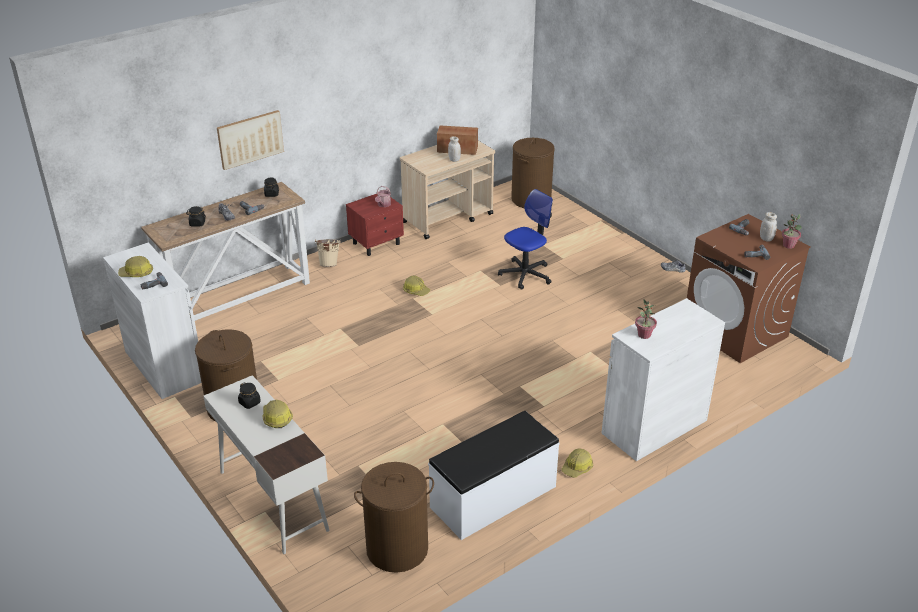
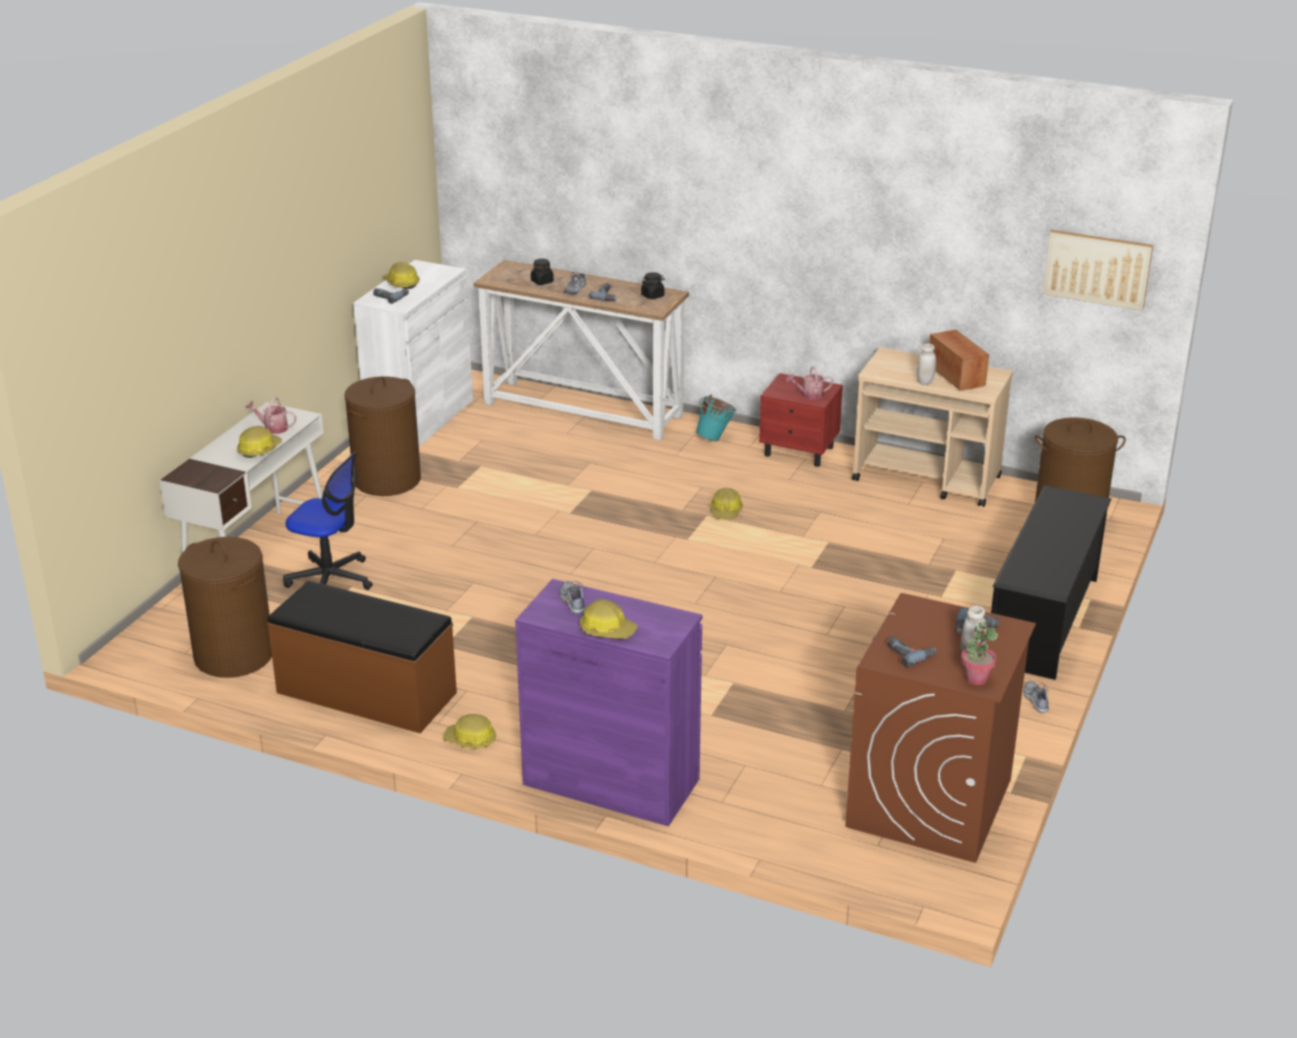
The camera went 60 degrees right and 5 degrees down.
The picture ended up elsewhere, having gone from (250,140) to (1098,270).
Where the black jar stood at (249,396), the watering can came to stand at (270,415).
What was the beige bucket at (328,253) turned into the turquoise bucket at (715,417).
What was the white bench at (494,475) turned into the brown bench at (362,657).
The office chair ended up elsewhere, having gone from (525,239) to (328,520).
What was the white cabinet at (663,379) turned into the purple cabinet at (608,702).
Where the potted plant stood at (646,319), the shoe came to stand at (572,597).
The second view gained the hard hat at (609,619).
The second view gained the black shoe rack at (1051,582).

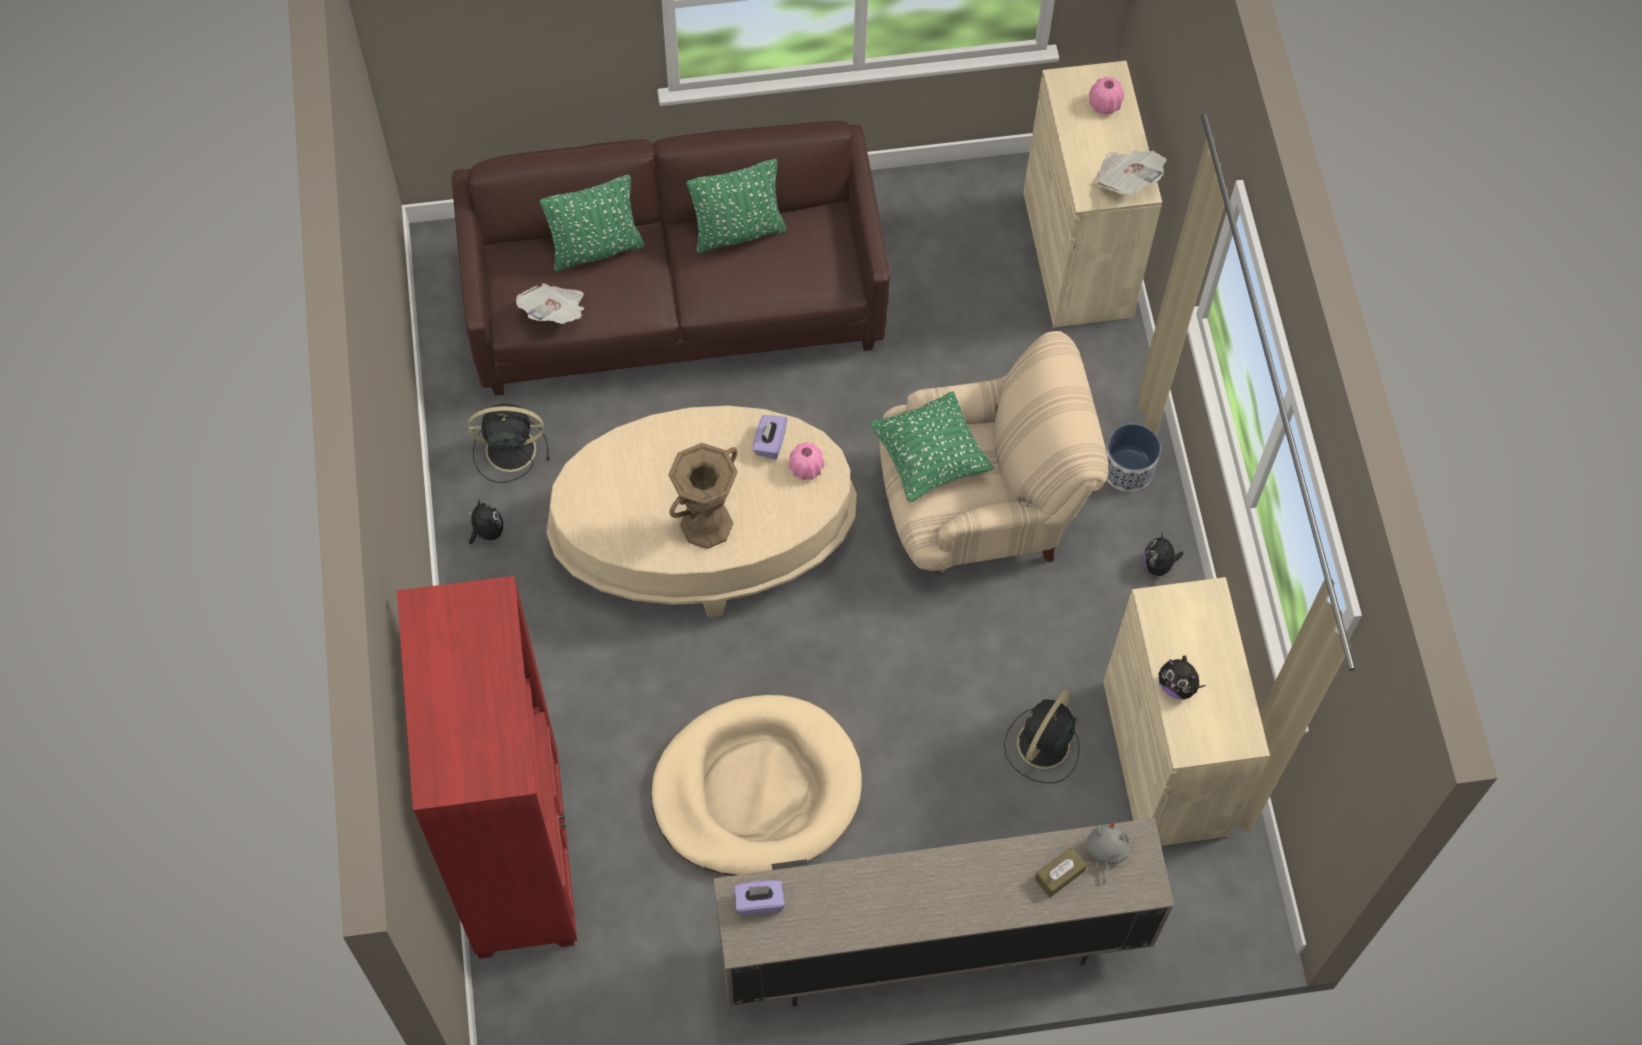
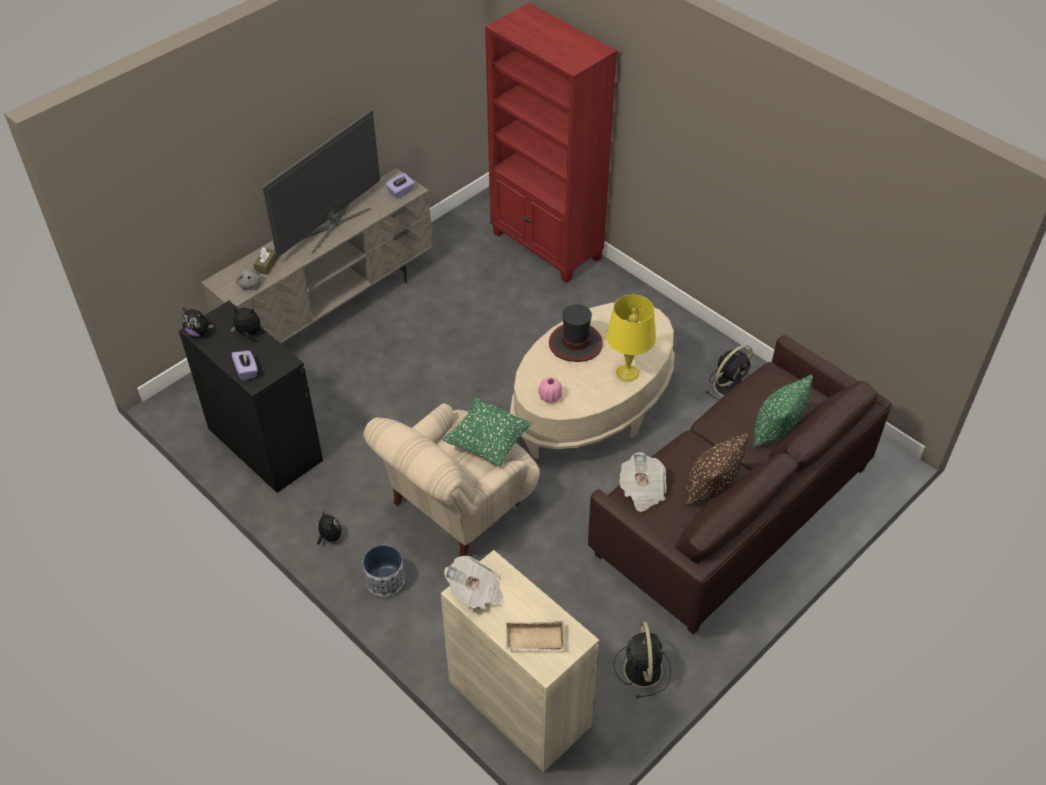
The camera went 145 degrees right and 15 degrees down.
The plush toy ended up elsewhere, having gone from (485,522) to (198,322).
The newspaper ended up elsewhere, having gone from (550,303) to (642,482).
The second view lost the beige dog bed at (756,785).
Where the brown vase stood at (703,496), the hat came to stand at (576,333).
What was the green pillow at (736,206) turned into the brown pillow at (716,469).
The purple tissue box ended up elsewhere, having gone from (770,437) to (245,366).
The black fan ended up elsewhere, having gone from (1042,736) to (642,660).
Where the pink vase stood at (1106,95), the beige tray came to stand at (535,635).
What was the beige cabinet at (1186,711) turned into the black cabinet at (251,397).
The second view gained the television at (321,183).
The second view gained the yellow table lamp at (631,338).

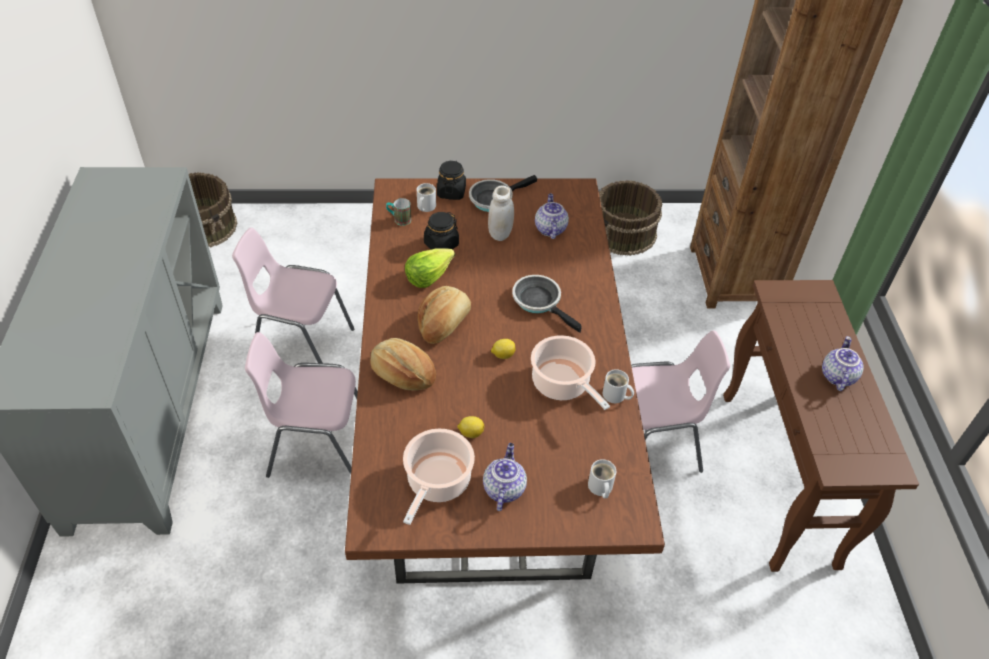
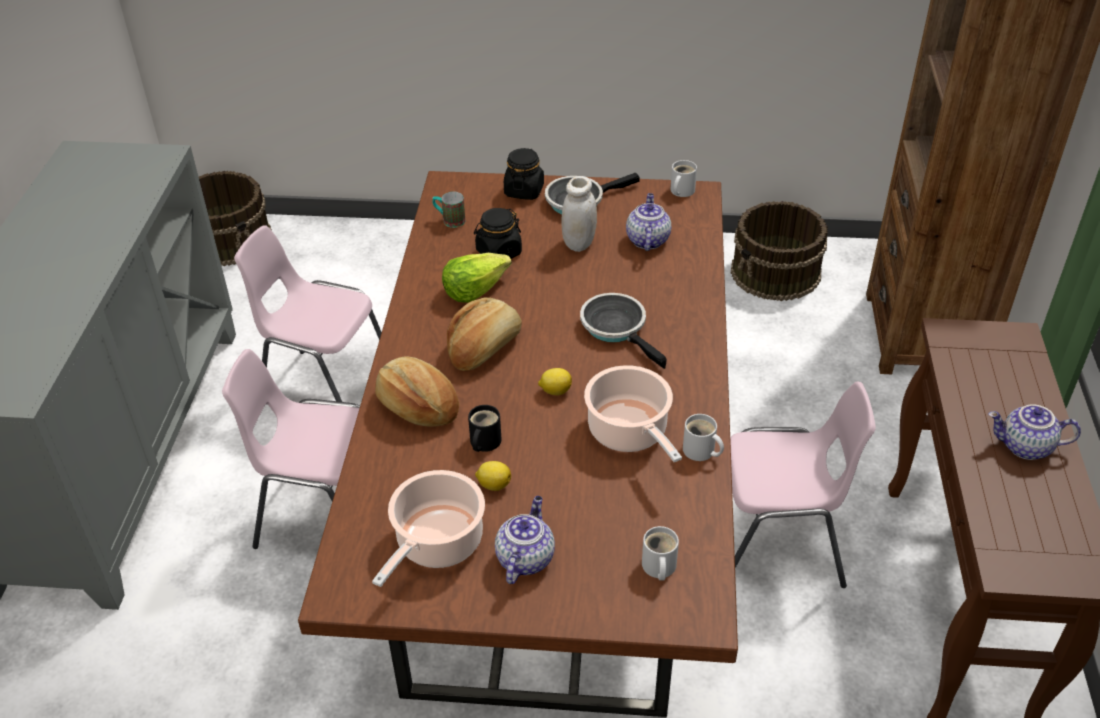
The camera went 10 degrees right and 5 degrees down.
The white mug ended up elsewhere, having gone from (426,197) to (684,178).
The teapot at (843,363) ended up facing another way, 105 degrees counterclockwise from before.
The second view gained the black mug at (484,428).

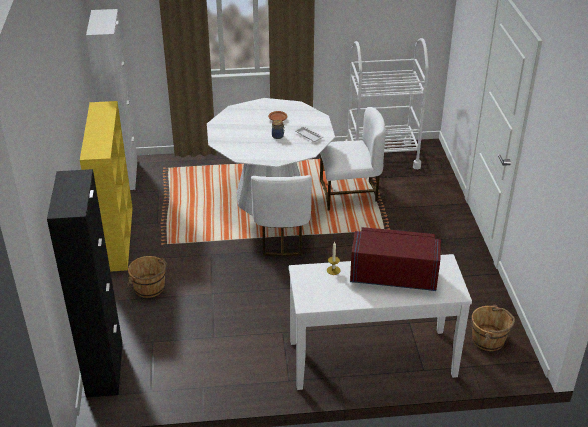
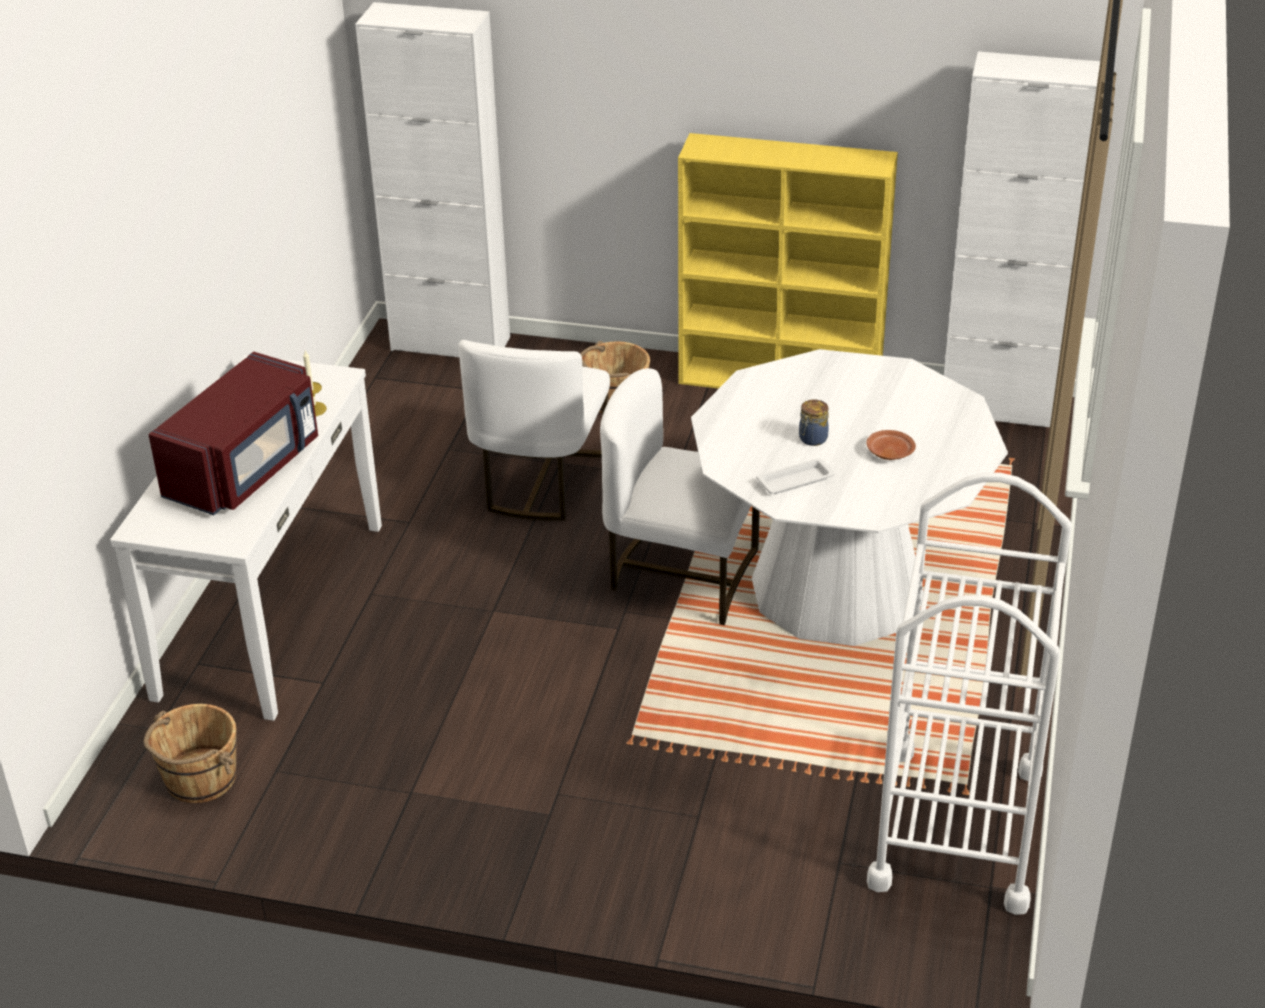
The camera went 110 degrees right and 0 degrees up.
What was the black cabinet at (85,283) turned into the white cabinet at (432,179).
The white chair ended up elsewhere, having gone from (353,158) to (534,430).

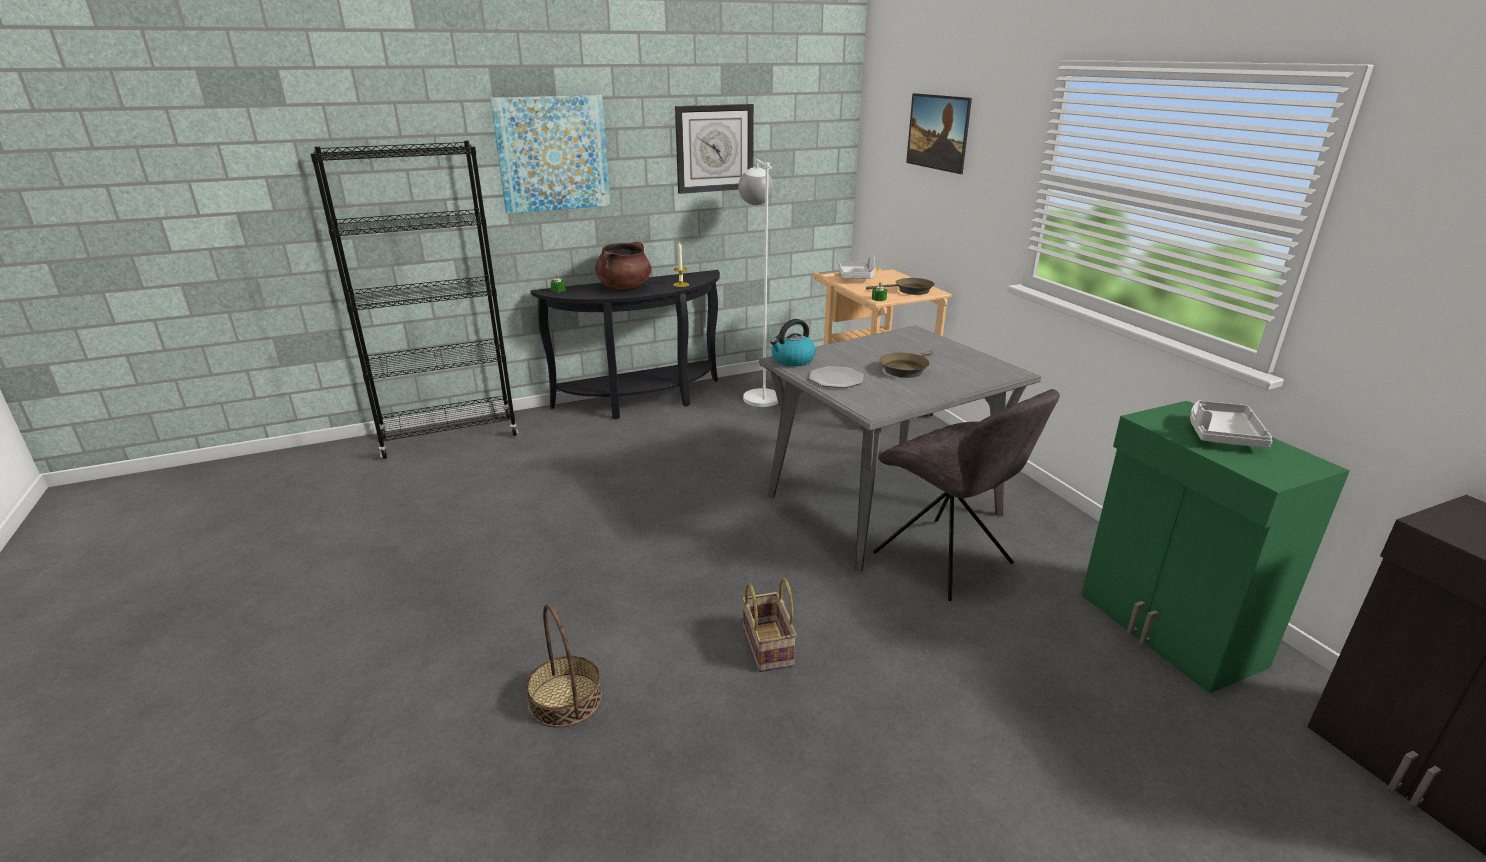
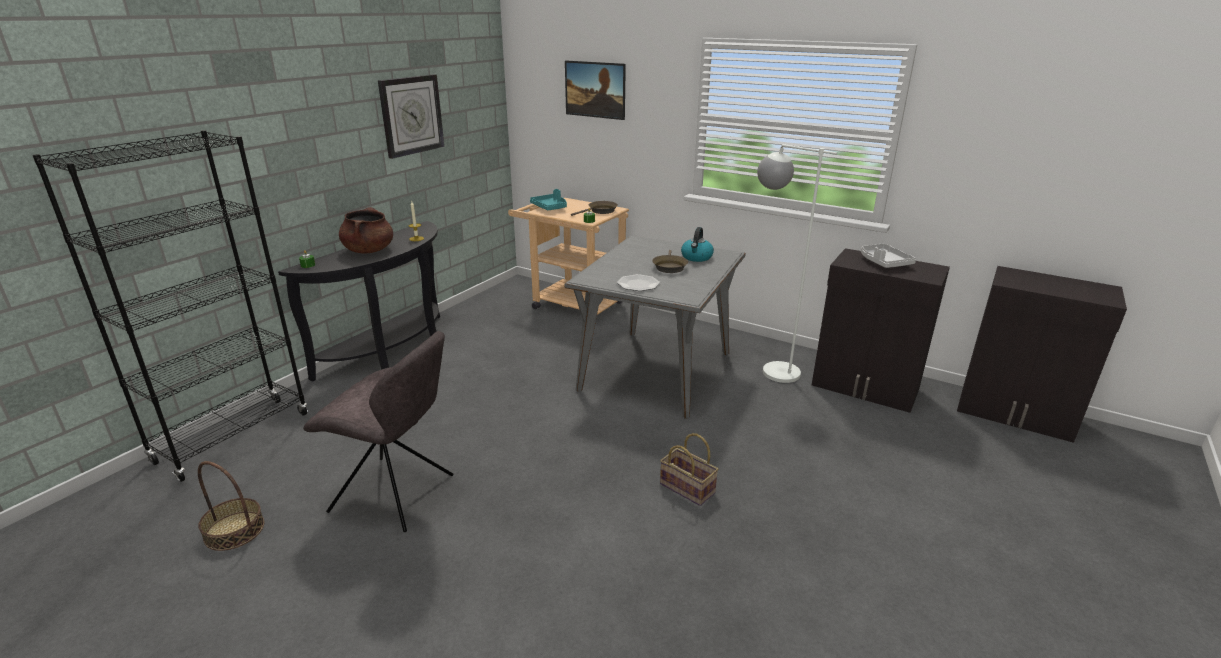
The camera went 35 degrees left and 0 degrees up.
The second view lost the picture at (550,154).
The basket ended up elsewhere, having gone from (564,666) to (231,506).
The white floor lamp ended up elsewhere, having gone from (758,283) to (797,263).
The kettle ended up elsewhere, having gone from (793,342) to (697,244).
What was the grey tray at (856,267) turned into the turquoise tray at (548,199).
The grey chair ended up elsewhere, having gone from (966,495) to (378,431).
What was the green cabinet at (1215,547) turned into the black cabinet at (881,330).

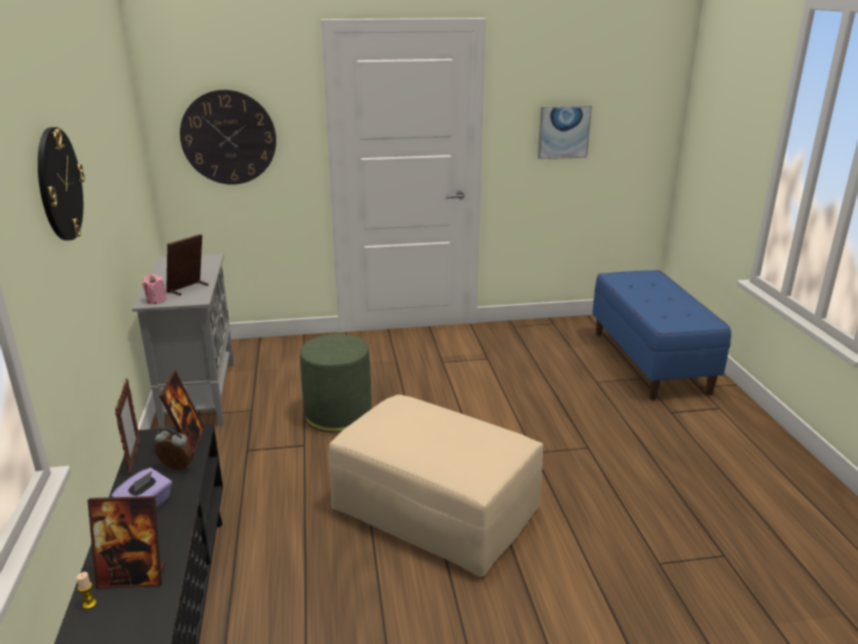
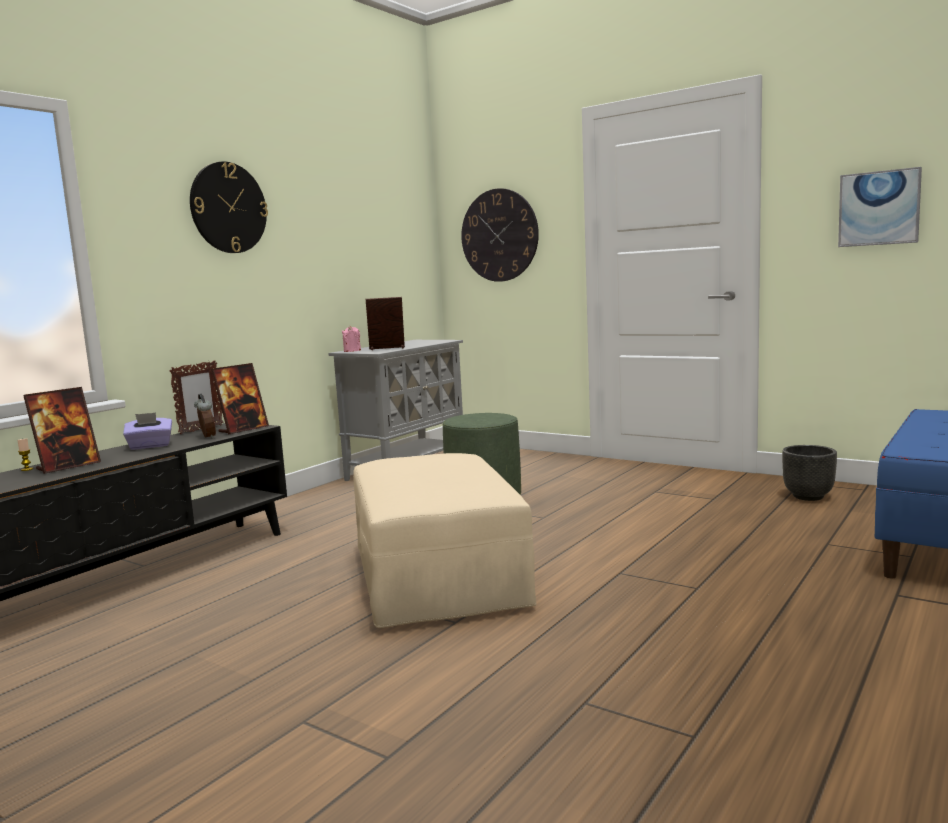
The camera went 45 degrees right and 15 degrees down.
The picture frame at (126,542) ended up facing another way, 90 degrees counterclockwise from before.
The second view gained the black planter at (809,473).

